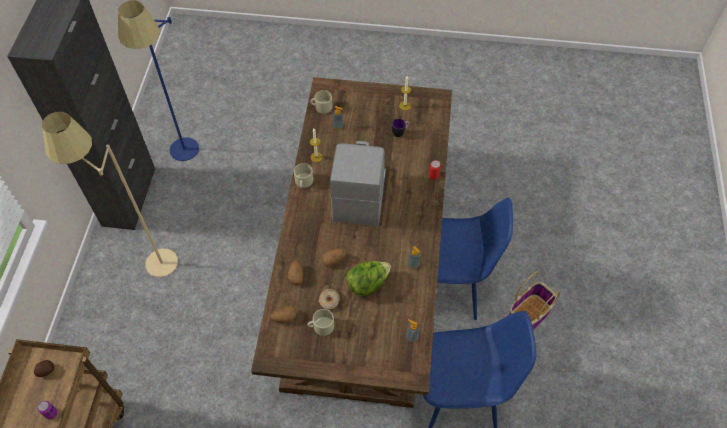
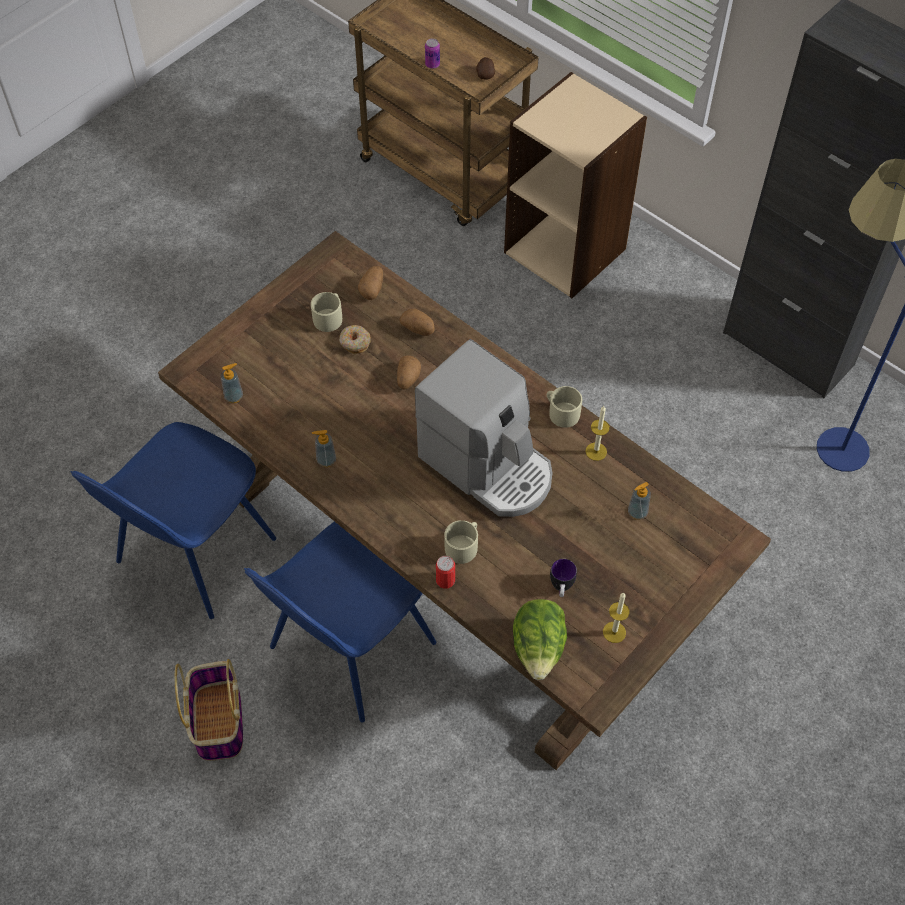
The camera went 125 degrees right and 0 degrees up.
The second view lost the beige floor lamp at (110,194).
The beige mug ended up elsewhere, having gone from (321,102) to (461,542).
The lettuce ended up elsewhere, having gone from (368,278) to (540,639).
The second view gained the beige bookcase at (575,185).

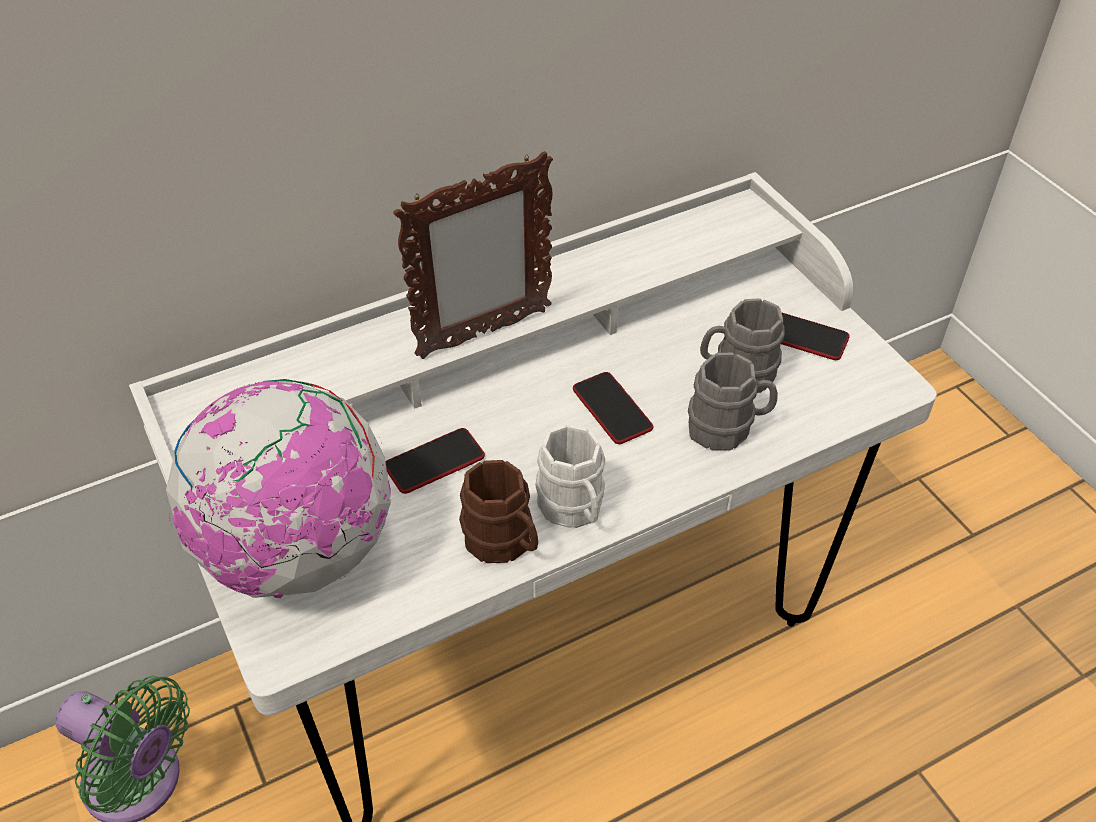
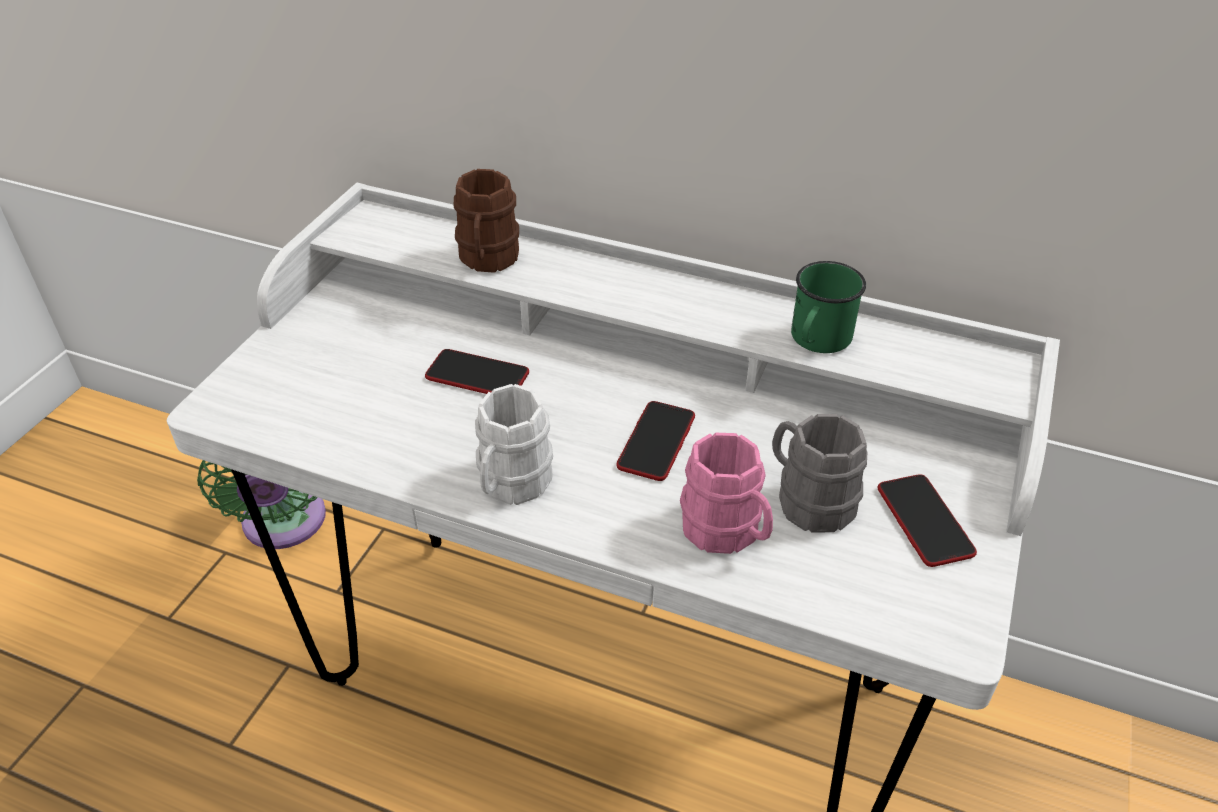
The camera went 50 degrees right and 5 degrees down.
The second view lost the globe at (278,488).
The second view lost the picture frame at (473,255).
The brown mug ended up elsewhere, having gone from (498,511) to (486,221).
What was the grey mug at (733,402) turned into the pink mug at (726,493).
The second view gained the green mug at (828,307).

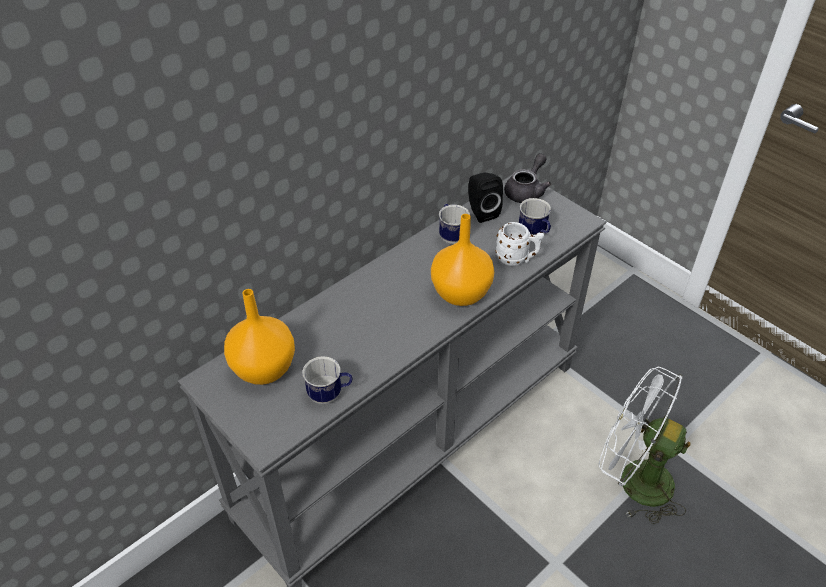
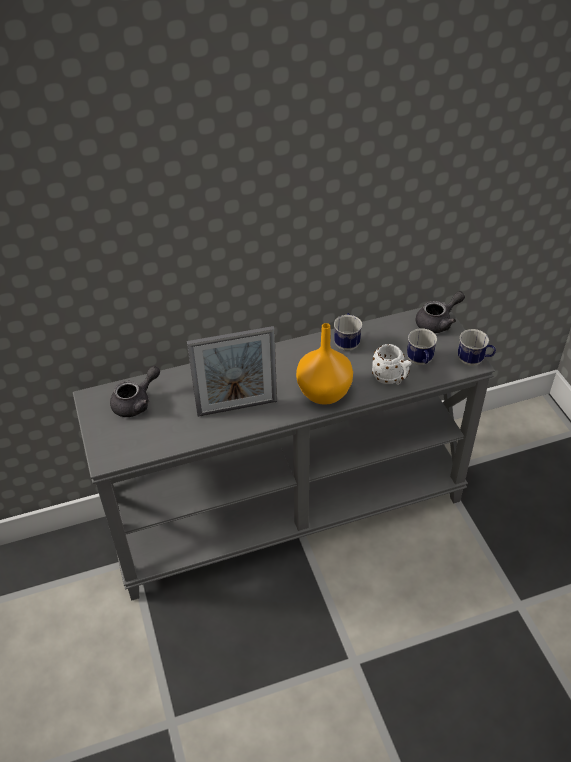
The camera went 25 degrees right and 0 degrees up.
Where the orange vase stood at (259,337), the grey teapot came to stand at (135,391).
The mug ended up elsewhere, having gone from (327,380) to (477,347).
The second view lost the black speaker at (485,198).
The second view lost the white fan at (644,445).
The second view gained the picture frame at (232,371).

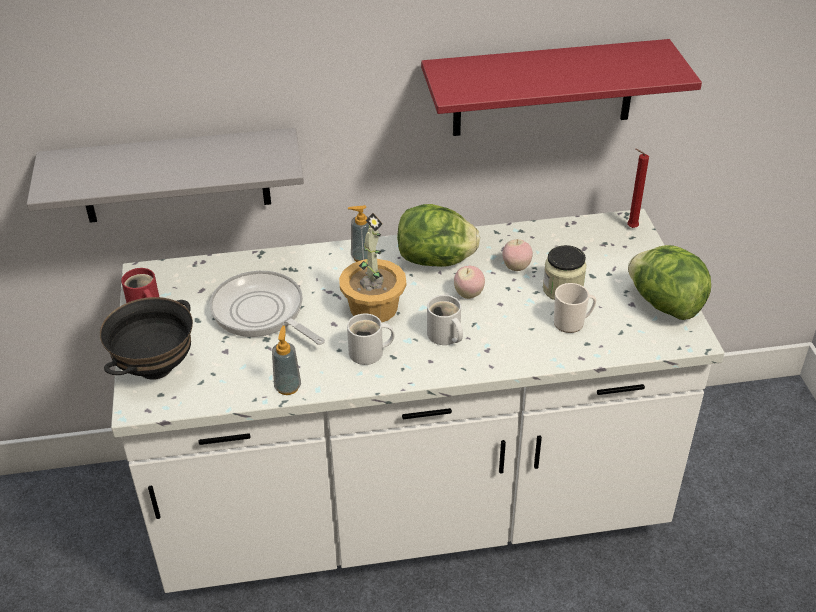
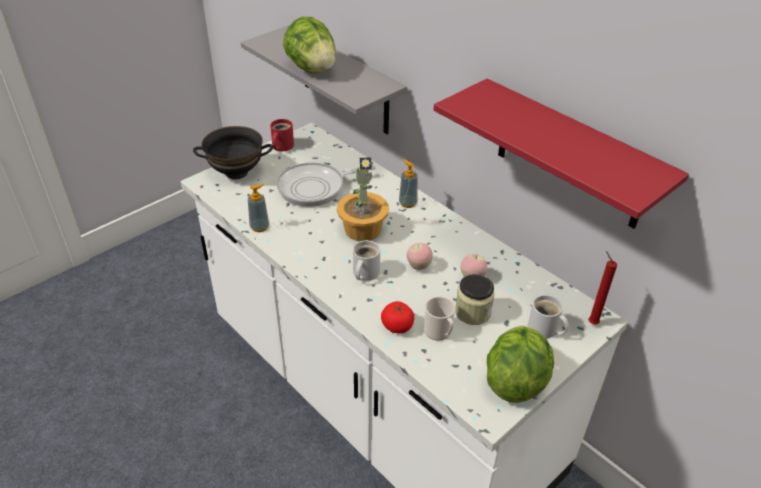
The camera went 55 degrees right and 0 degrees up.
The frying pan at (267,308) ended up facing another way, 120 degrees counterclockwise from before.
The white mug ended up elsewhere, having gone from (370,339) to (548,317).
The lettuce ended up elsewhere, having gone from (438,235) to (309,45).
The second view gained the tomato at (397,317).

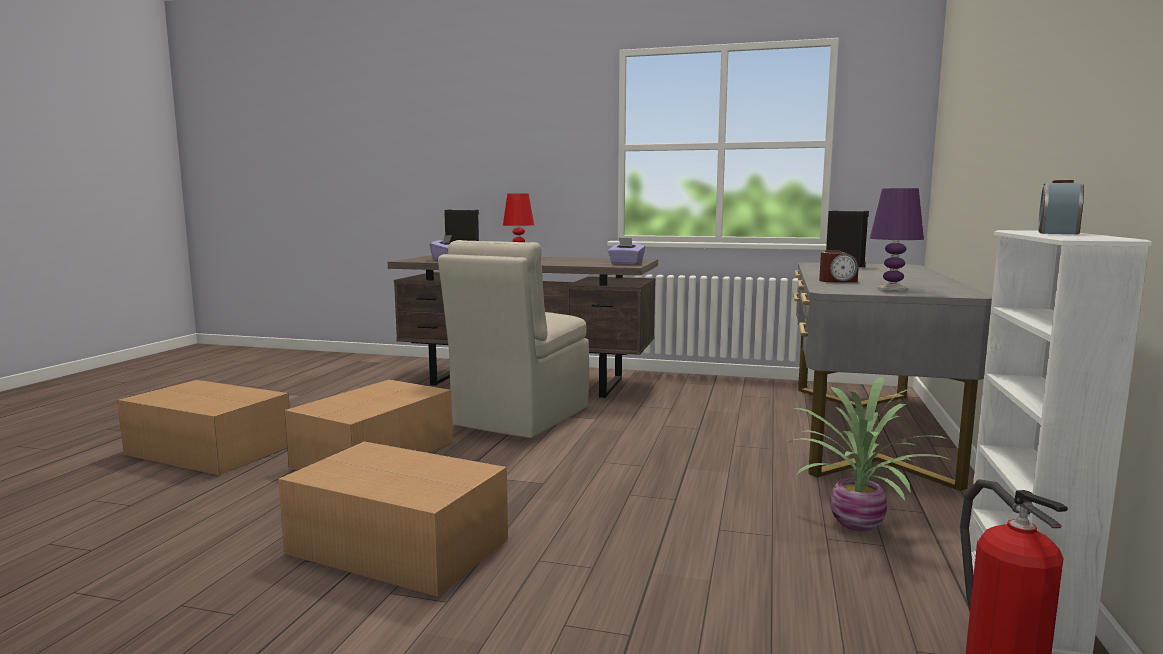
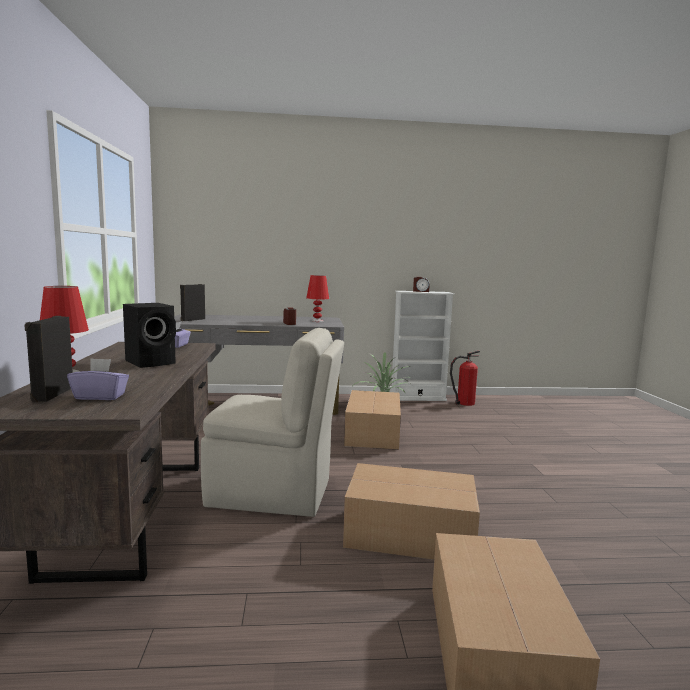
The camera went 110 degrees left and 0 degrees up.
The cardboard box ended up elsewhere, having gone from (393,519) to (372,420).
What was the purple table lamp at (897,239) turned into the red table lamp at (317,298).
The second view gained the black speaker at (149,335).

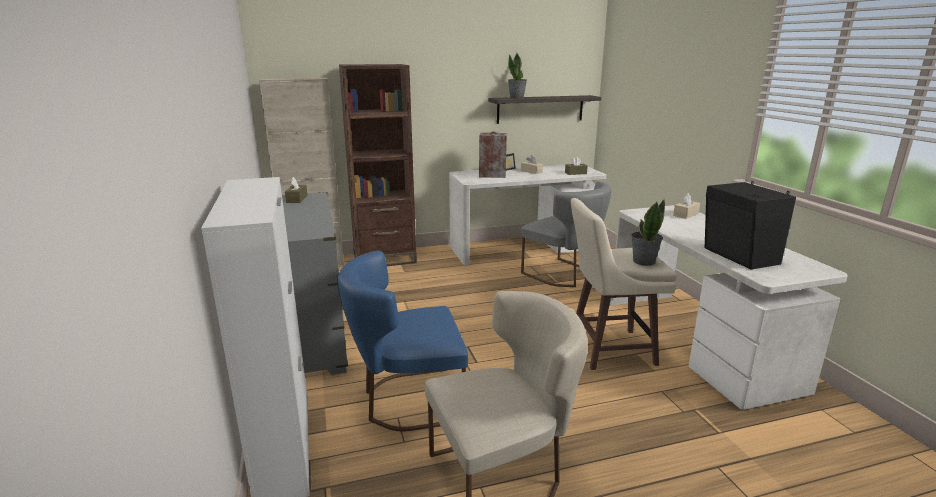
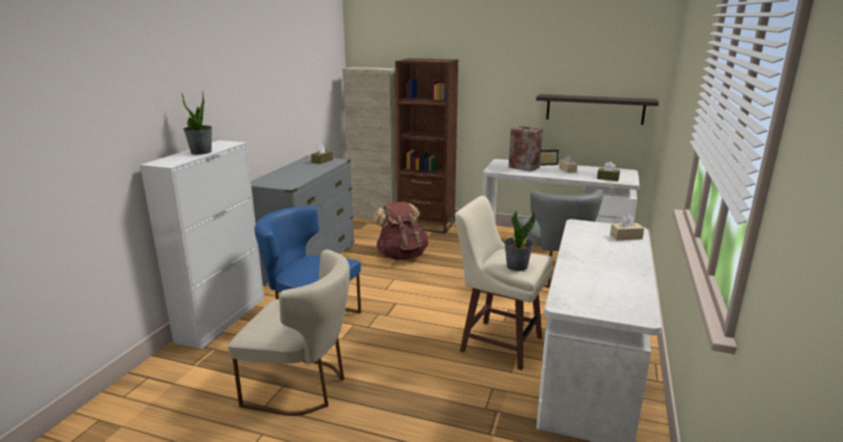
The camera went 35 degrees right and 0 degrees up.
The potted plant ended up elsewhere, having gone from (517,76) to (197,122).
The second view lost the black speaker at (750,225).
The second view gained the brown backpack at (400,230).

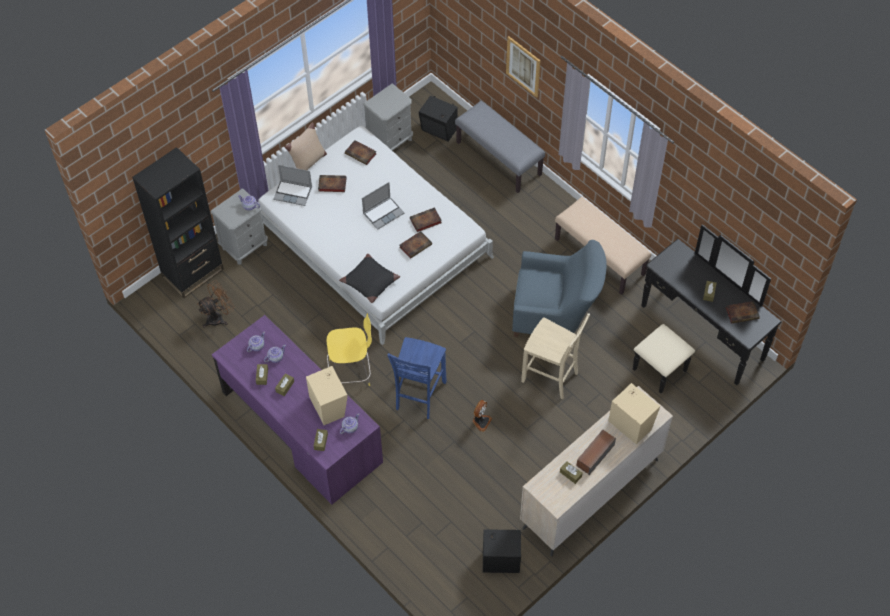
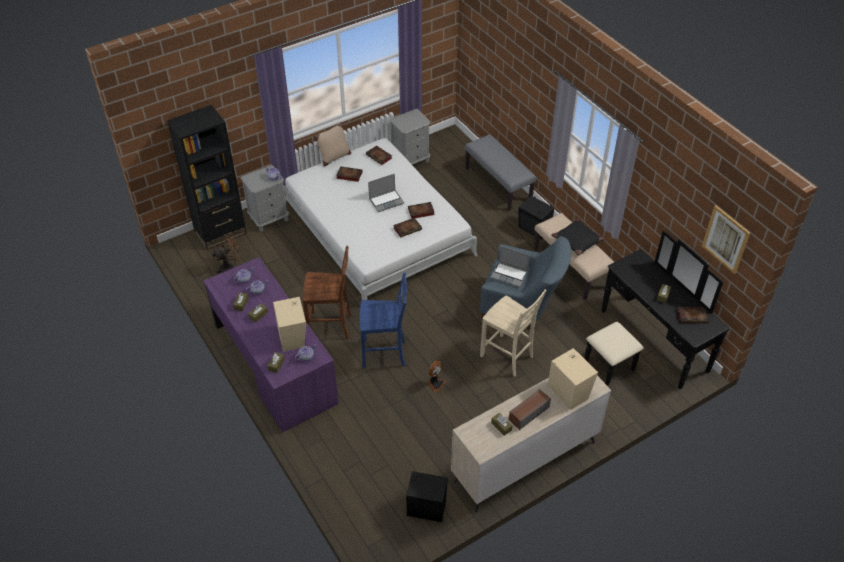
The camera went 10 degrees right and 10 degrees down.
The laptop ended up elsewhere, having gone from (292,185) to (510,266).
Where the yellow stool stood at (349,349), the brown chair came to stand at (327,292).
The black pillow ended up elsewhere, having gone from (369,278) to (578,237).
The blue chair at (417,378) ended up facing another way, 120 degrees counterclockwise from before.
The black speaker ended up elsewhere, having gone from (438,118) to (536,218).
The picture ended up elsewhere, having gone from (523,67) to (726,239).

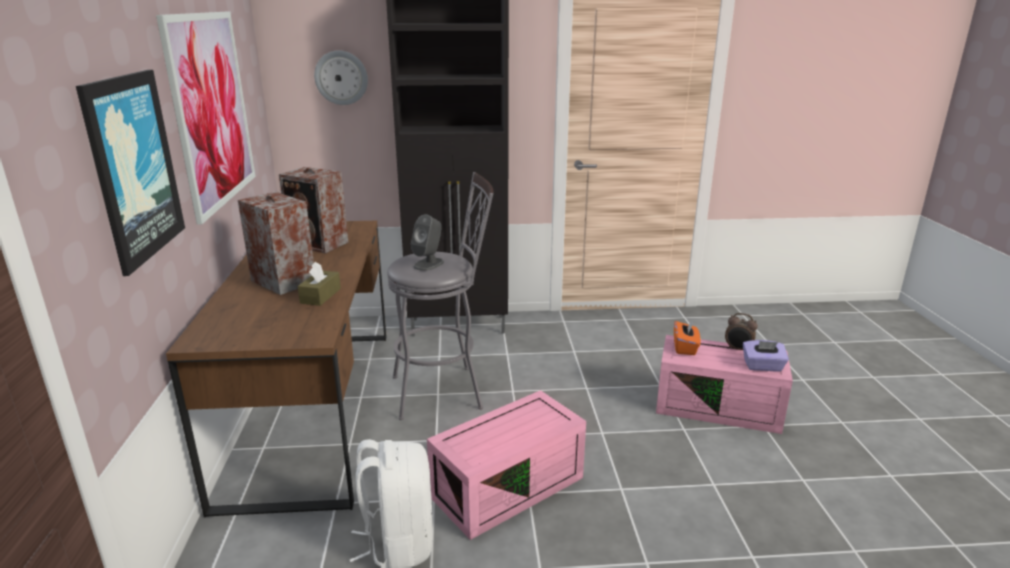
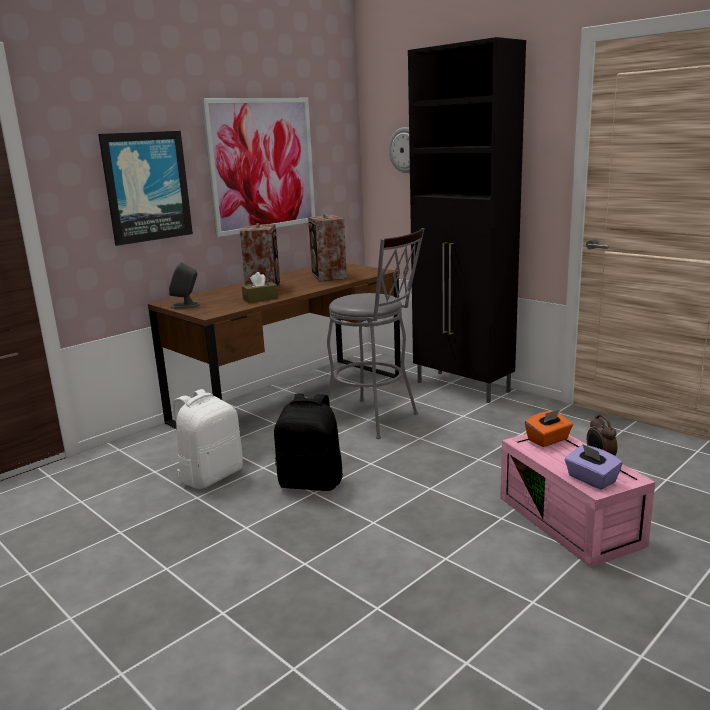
The camera went 50 degrees right and 5 degrees down.
The grey speaker ended up elsewhere, having gone from (427,242) to (184,285).
Where the pink storage box stood at (506,465), the black backpack came to stand at (308,442).

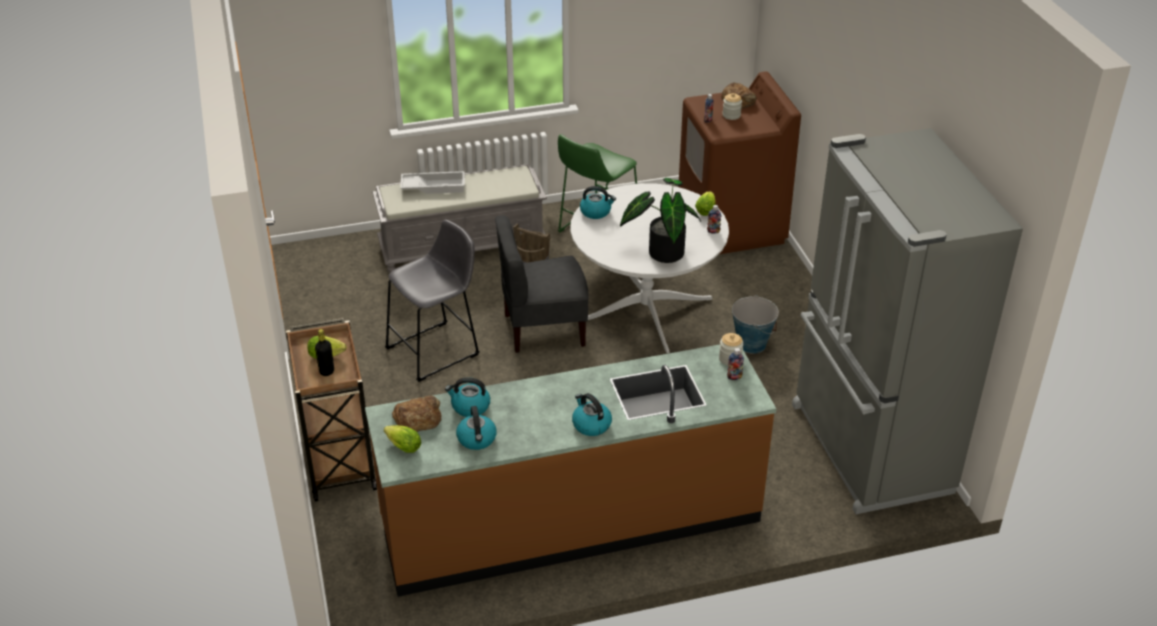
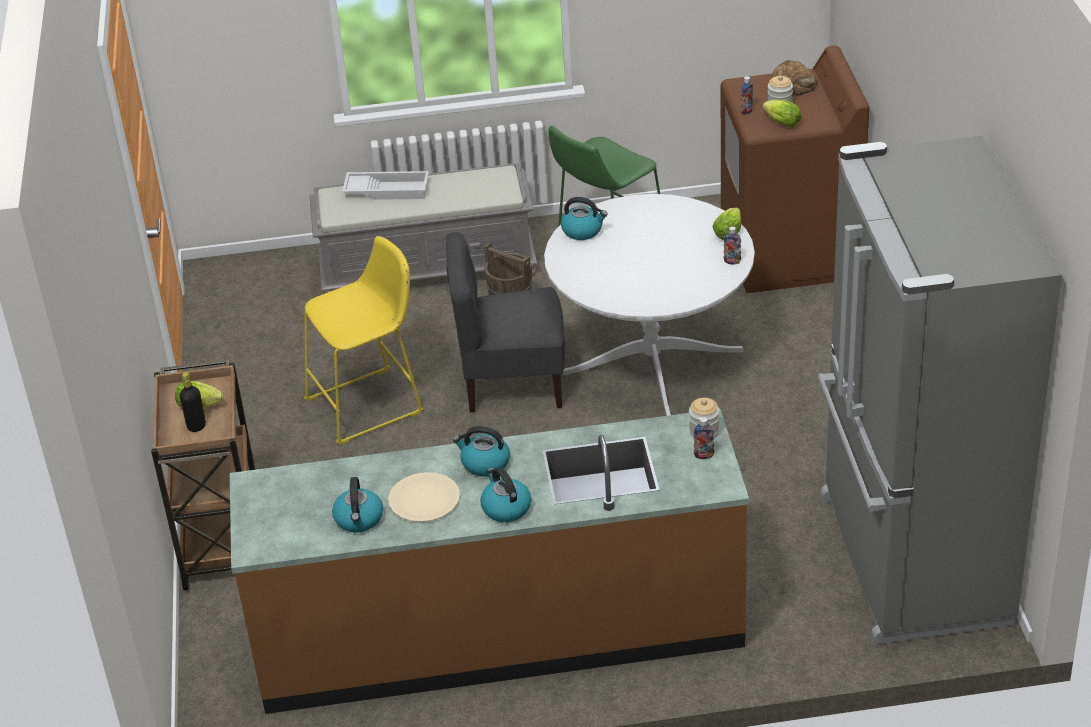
The camera went 10 degrees right and 0 degrees up.
The lettuce ended up elsewhere, having gone from (402,439) to (781,113).
What was the grey stool at (432,301) turned into the yellow stool at (363,340).
The second view lost the bread at (417,414).
The kettle ended up elsewhere, having gone from (467,397) to (481,451).
The second view lost the potted plant at (660,220).
The second view lost the bucket at (755,324).
The second view gained the beige plate at (424,497).

